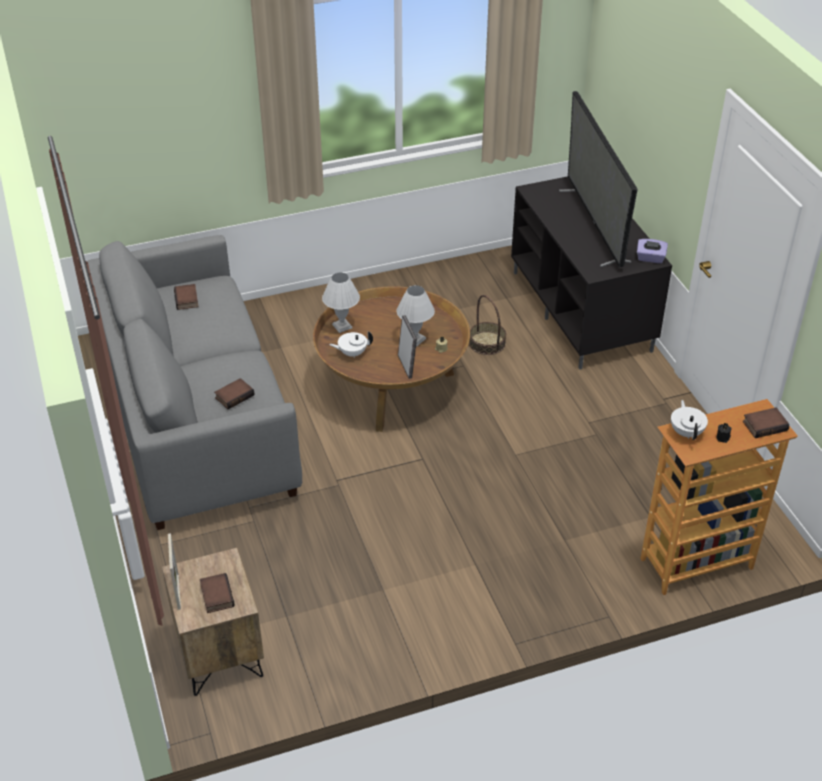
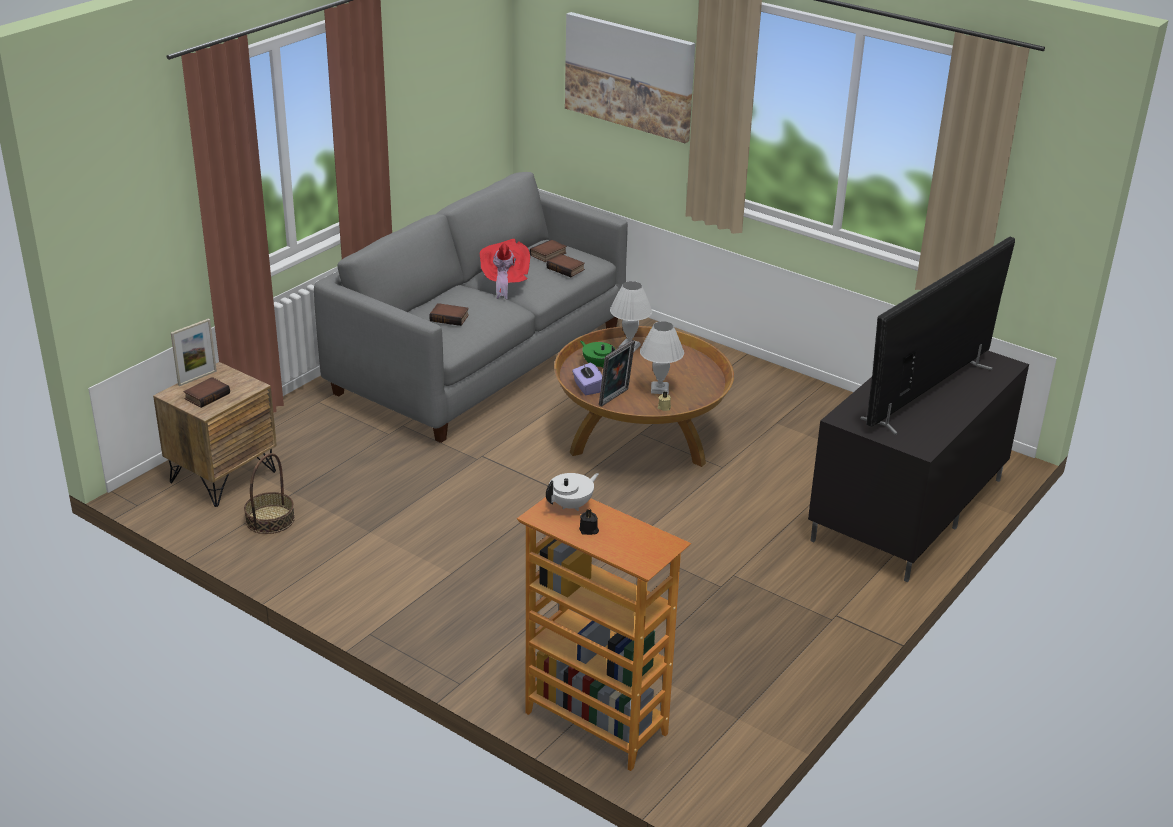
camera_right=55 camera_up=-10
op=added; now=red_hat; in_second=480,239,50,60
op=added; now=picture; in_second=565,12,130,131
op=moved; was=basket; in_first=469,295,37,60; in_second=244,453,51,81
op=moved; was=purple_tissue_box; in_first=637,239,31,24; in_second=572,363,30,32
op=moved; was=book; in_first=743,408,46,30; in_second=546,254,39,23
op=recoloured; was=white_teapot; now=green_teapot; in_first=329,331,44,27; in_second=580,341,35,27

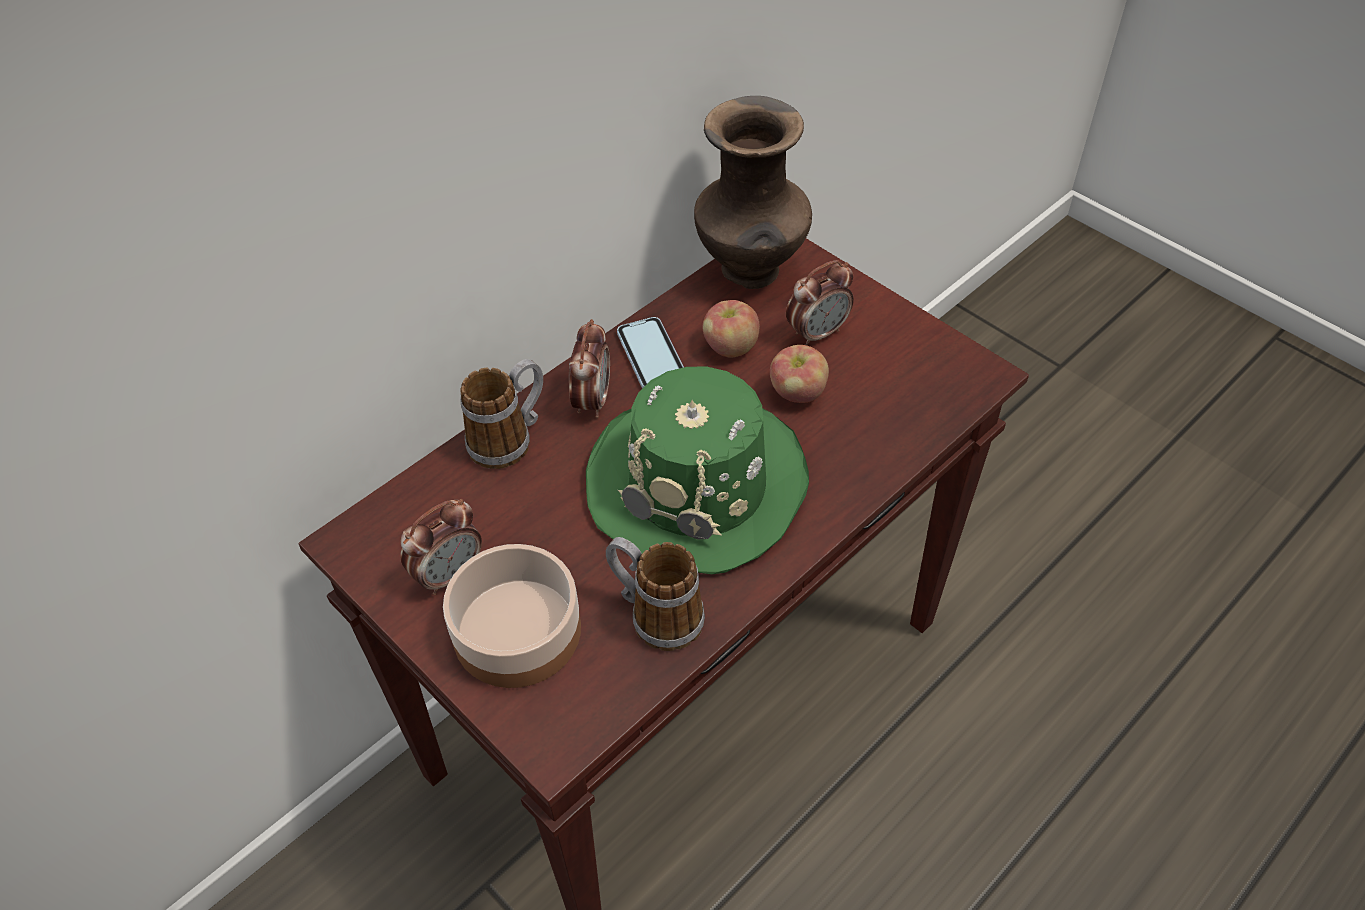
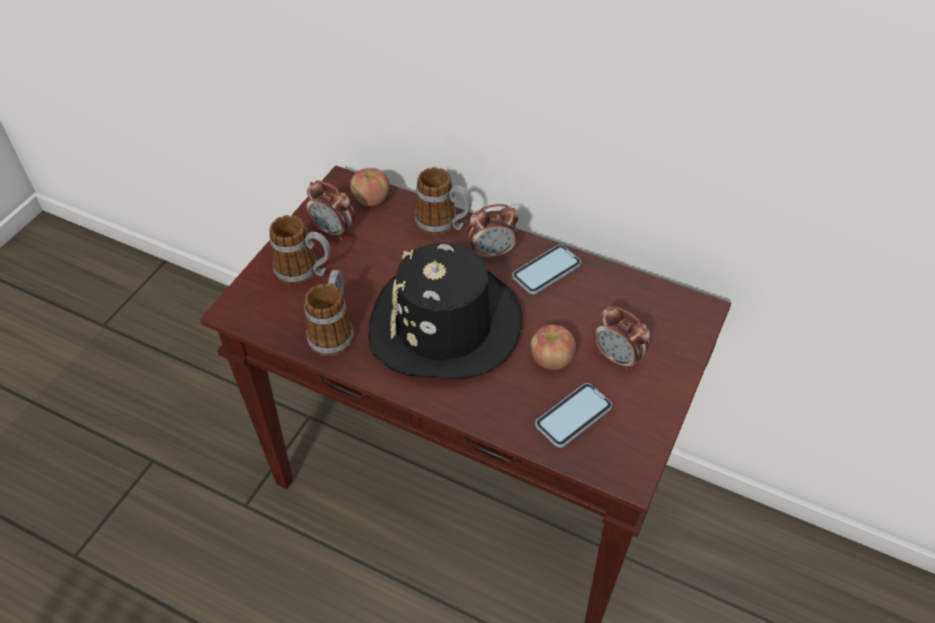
camera_right=70 camera_up=0
op=removed; was=brown_vase; in_first=694,96,118,193
op=added; now=phone; in_second=535,383,77,65
op=moved; was=apple; in_first=703,300,57,57; in_second=350,168,40,38
op=replaced; was=bowl; now=mug; in_first=443,544,138,144; in_second=269,215,61,70
op=recoloured; was=green_hat; now=black_hat; in_first=586,367,223,207; in_second=368,243,155,136

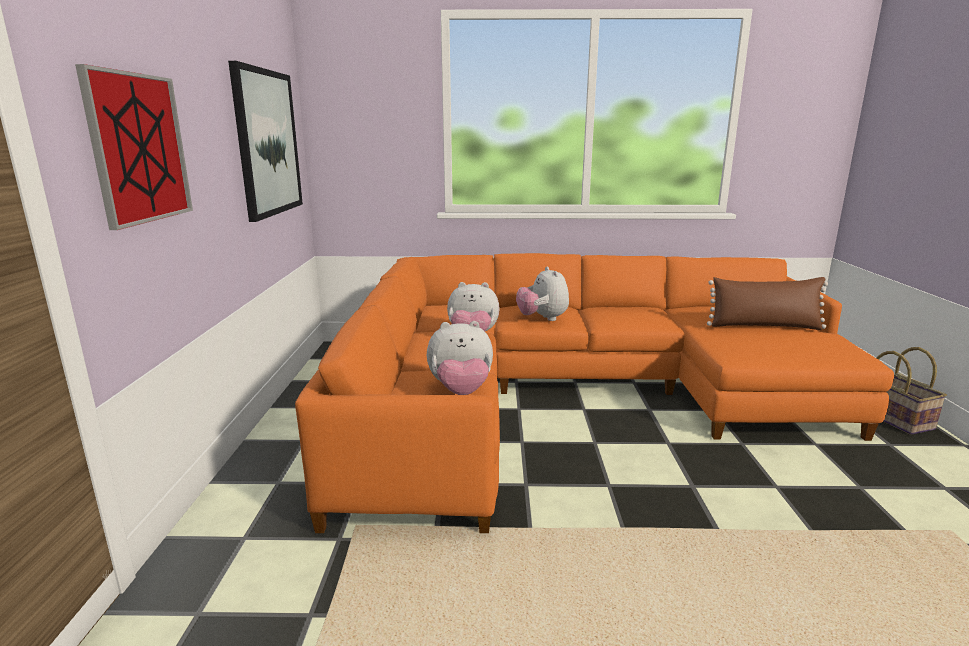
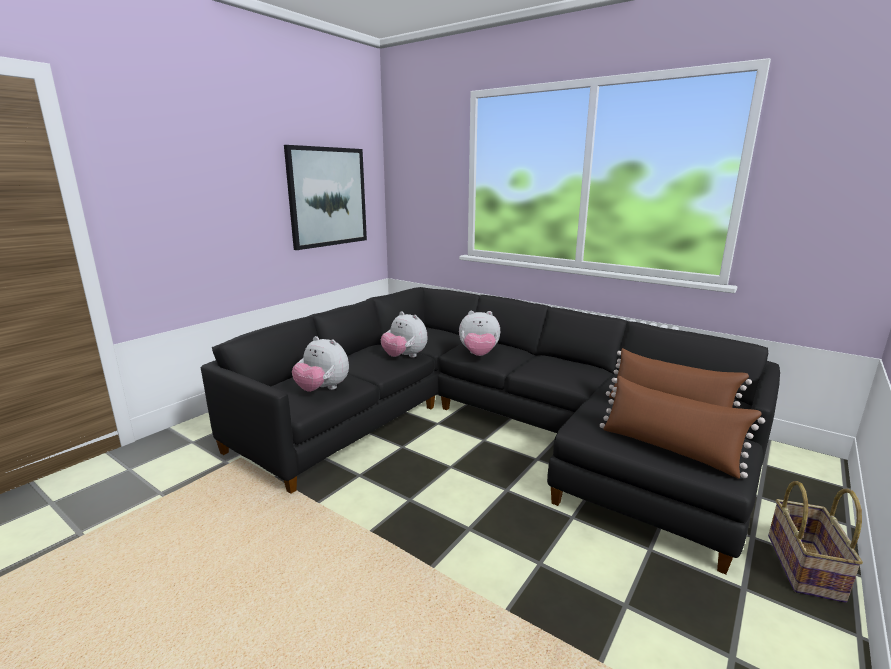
camera_right=35 camera_up=0
op=removed; was=picture; in_first=75,64,118,166
op=added; now=brown_pillow; in_second=600,376,165,103
op=recoloured; was=orange_sofa; now=black_sofa; in_first=295,253,599,280; in_second=201,287,579,287
op=turned; was=plush_toy; in_first=516,266,53,55; in_second=459,311,41,45; clockwise=-105

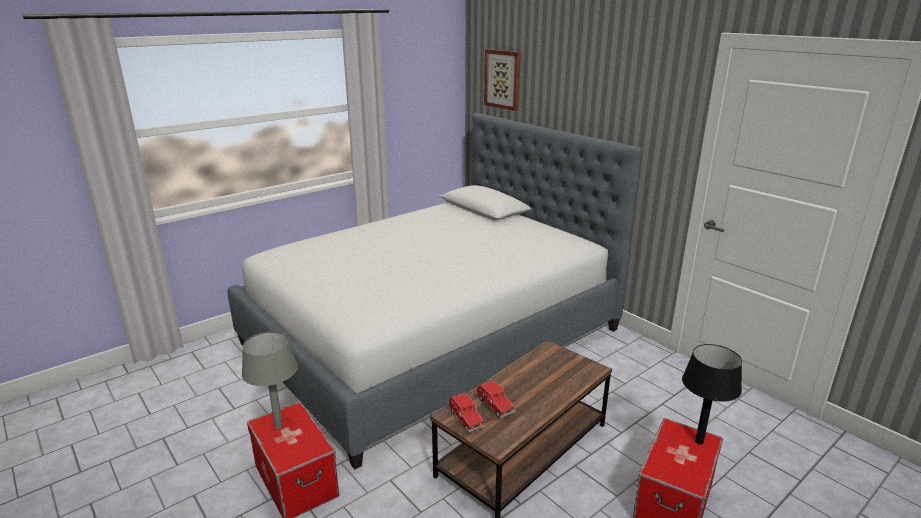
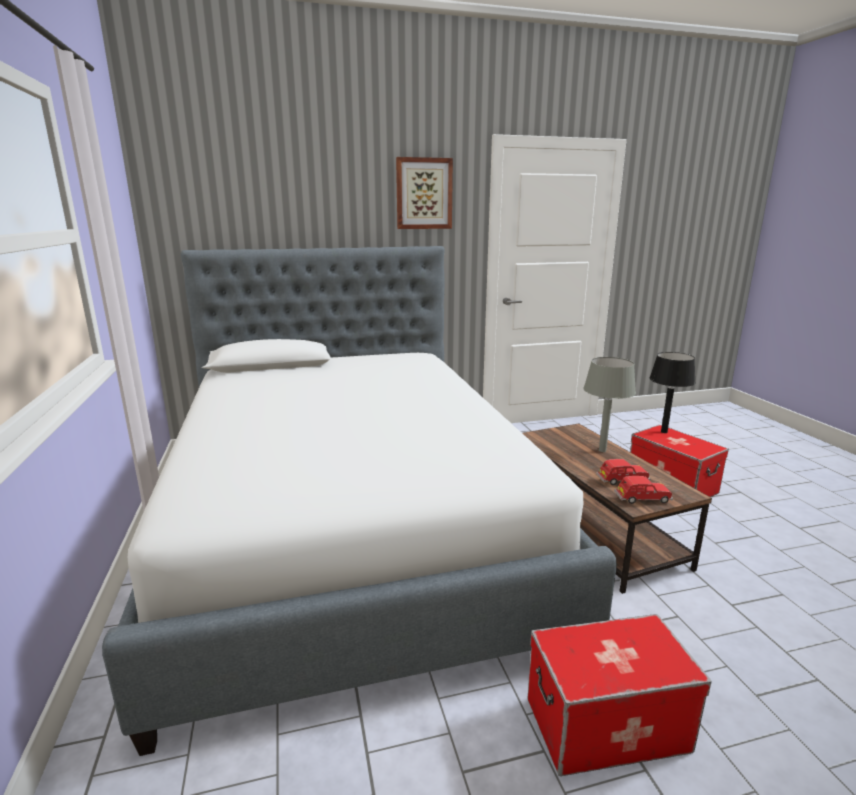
camera_right=-65 camera_up=-5
op=moved; was=grey_table_lamp; in_first=242,332,56,97; in_second=584,357,52,95
op=moved; was=picture; in_first=484,49,37,62; in_second=396,157,57,72

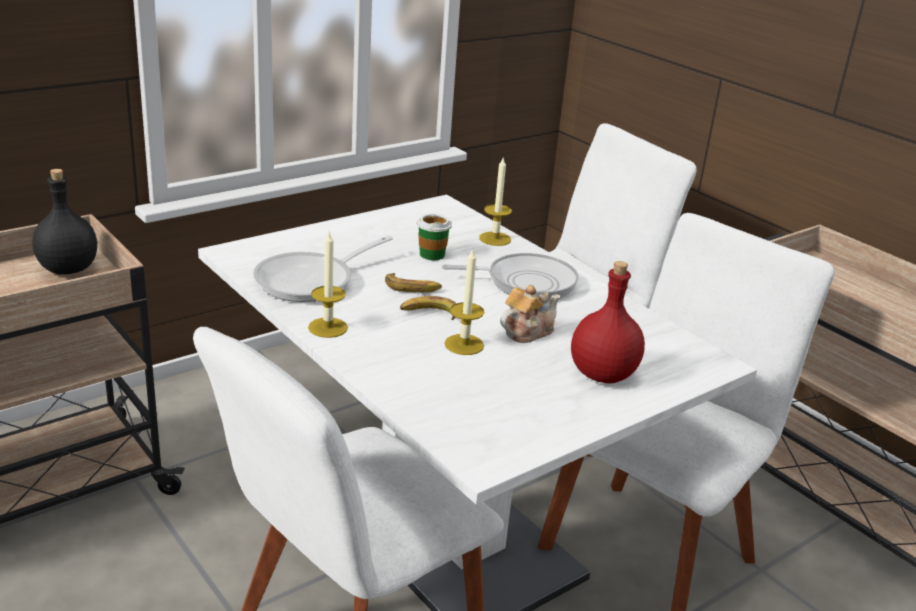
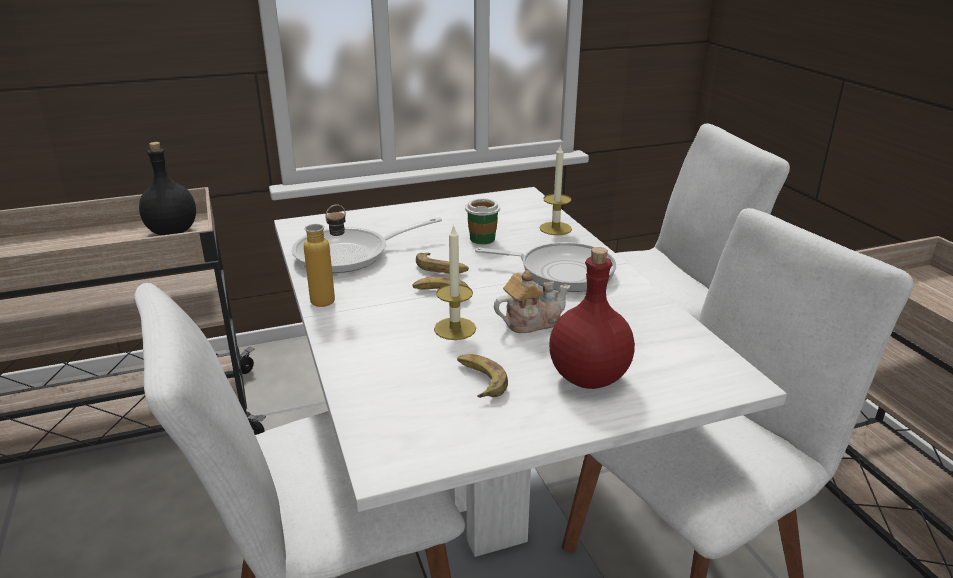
camera_right=20 camera_up=0
op=added; now=banana; in_second=457,354,51,44
op=replaced; was=candle; now=bottle; in_first=308,232,40,106; in_second=304,204,42,103

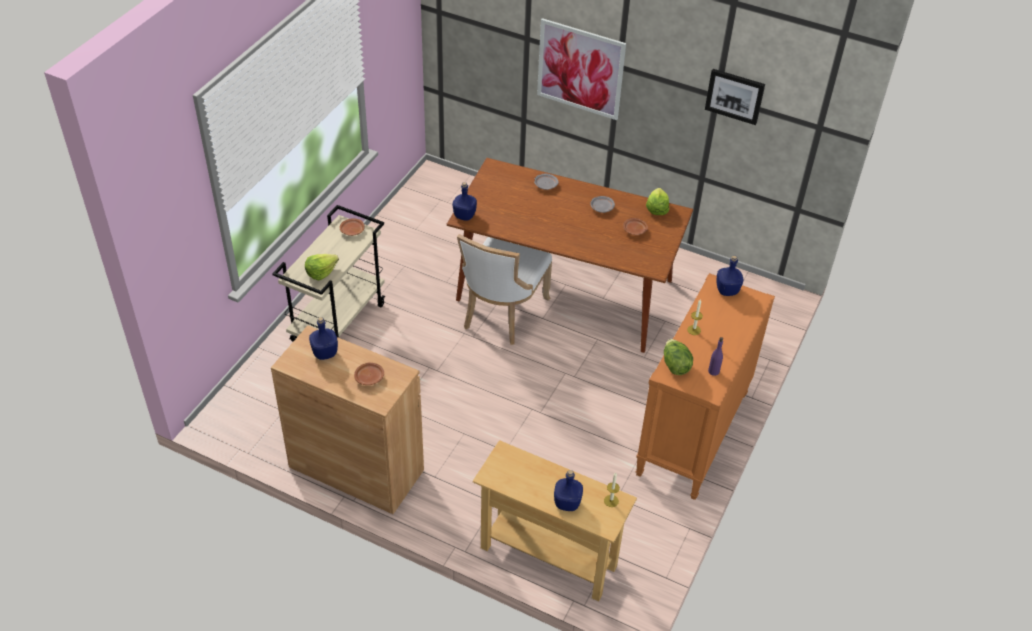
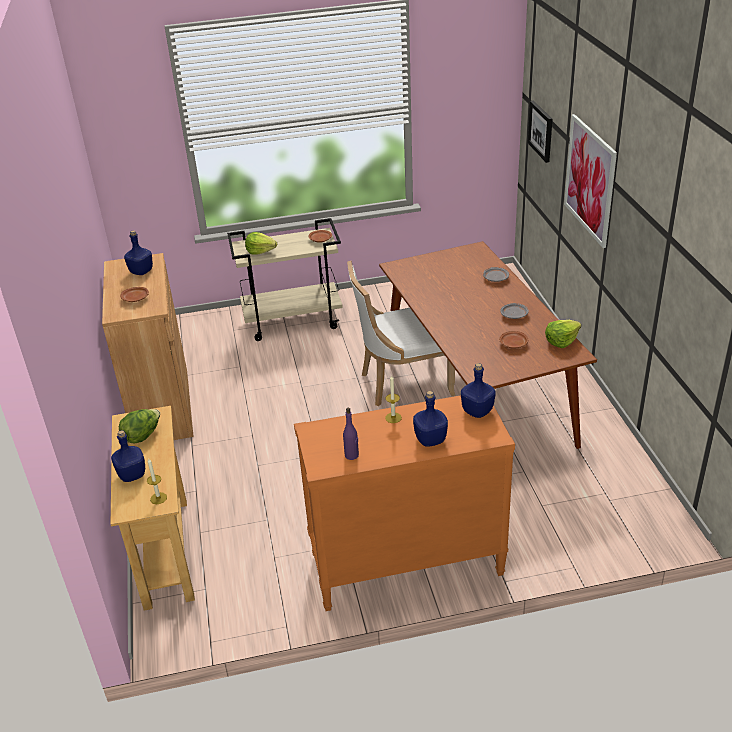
camera_right=55 camera_up=-10
op=moved; was=blue_bottle; in_first=453,182,24,39; in_second=413,391,35,56
op=moved; was=lettuce; in_first=664,339,29,36; in_second=119,409,41,35
op=moved; was=picture; in_first=705,69,60,56; in_second=528,101,24,62

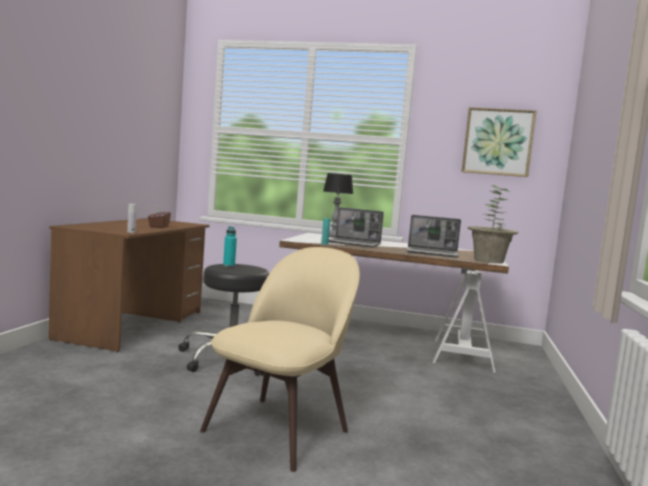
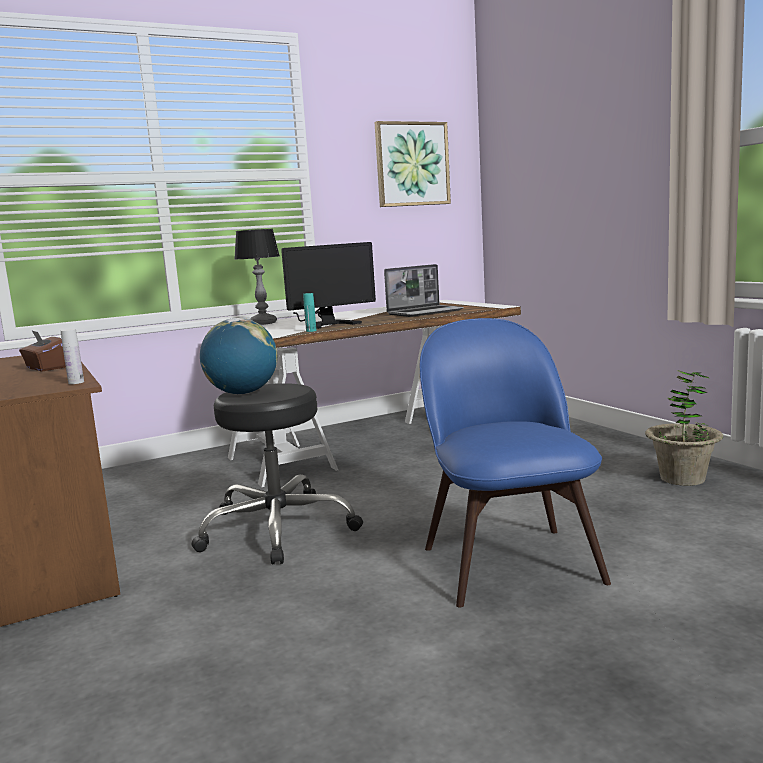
camera_right=-40 camera_up=5
op=moved; was=potted_plant; in_first=468,185,50,79; in_second=645,370,78,116
op=replaced; was=turquoise_bottle; now=globe; in_first=223,226,14,41; in_second=200,318,77,76
op=replaced; was=laptop; now=monitor; in_first=329,207,55,41; in_second=281,242,95,87
op=recoloured; was=beige_chair; now=blue_chair; in_first=200,247,160,225; in_second=420,318,191,289

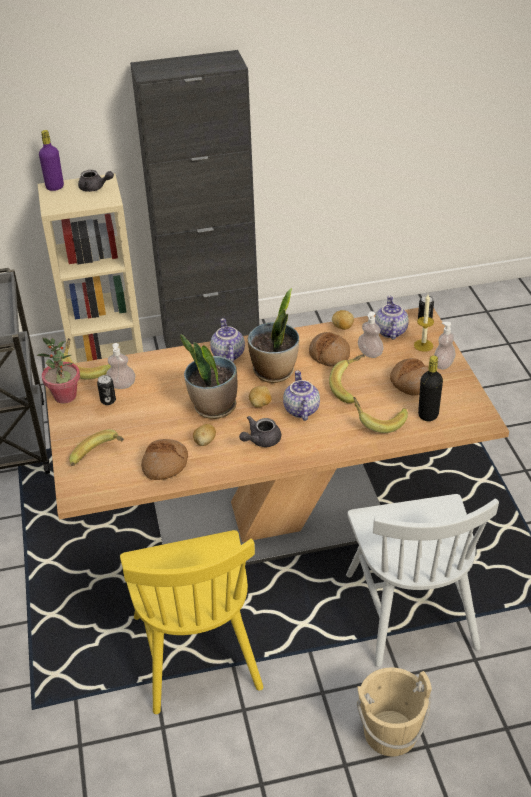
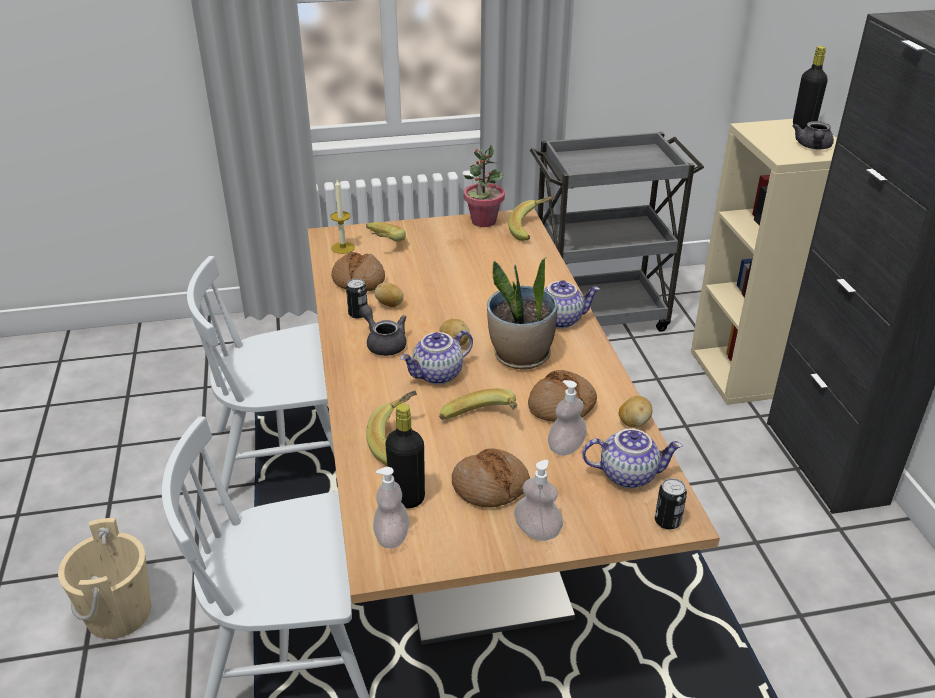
camera_right=90 camera_up=-5
op=removed; was=potted_plant; in_first=180,334,57,85
op=moved; was=can; in_first=97,375,19,30; in_second=346,279,22,39
op=moved; was=soap_dispenser; in_first=106,343,29,46; in_second=373,467,36,82
op=moved; was=candle; in_first=414,295,20,57; in_second=330,180,25,74
op=recoloured; was=purple_bottle; now=black_bottle; in_first=39,130,25,61; in_second=793,46,35,83
op=recoloured; was=yellow_chair; now=white_chair; in_first=120,530,143,184; in_second=187,256,147,249
op=turned; was=teapot; in_first=283,370,37,51; in_second=400,330,73,54; clockwise=150

